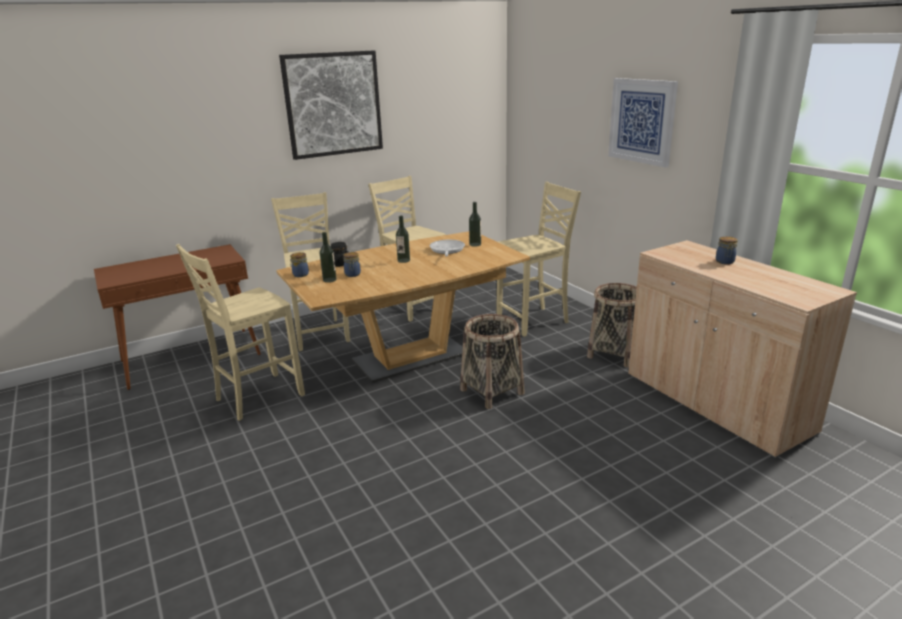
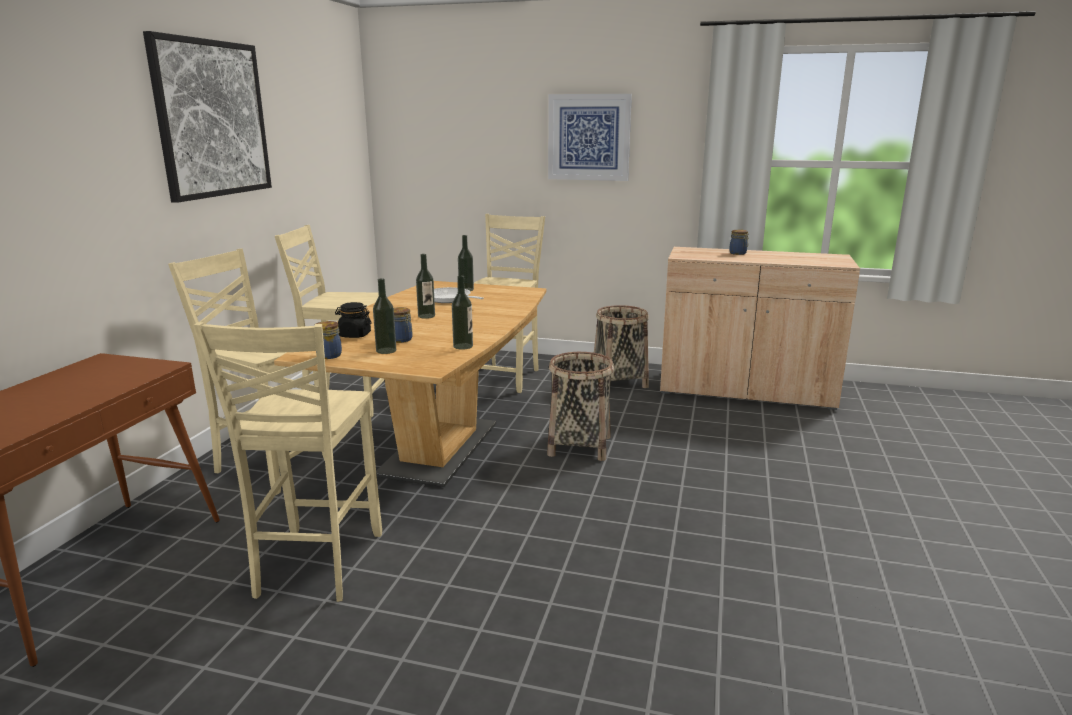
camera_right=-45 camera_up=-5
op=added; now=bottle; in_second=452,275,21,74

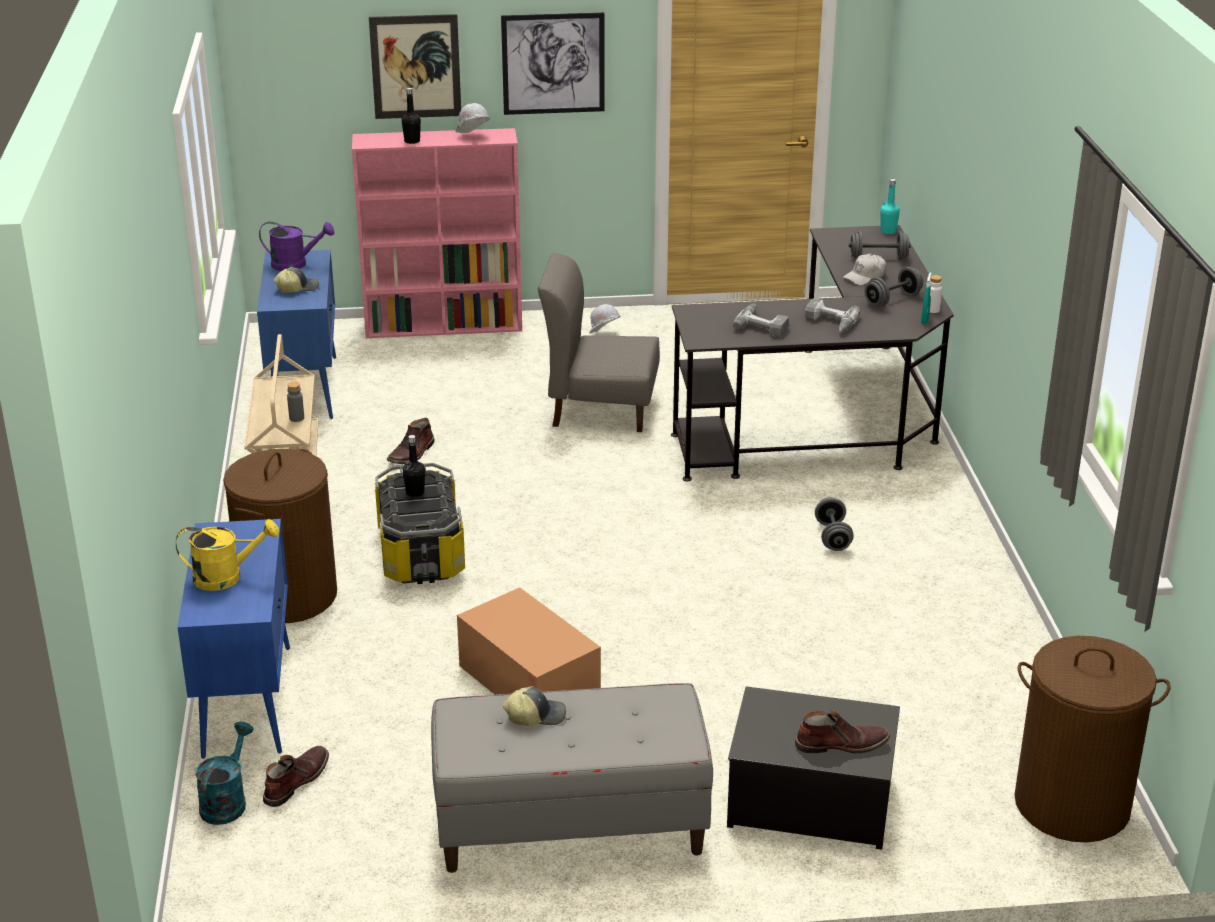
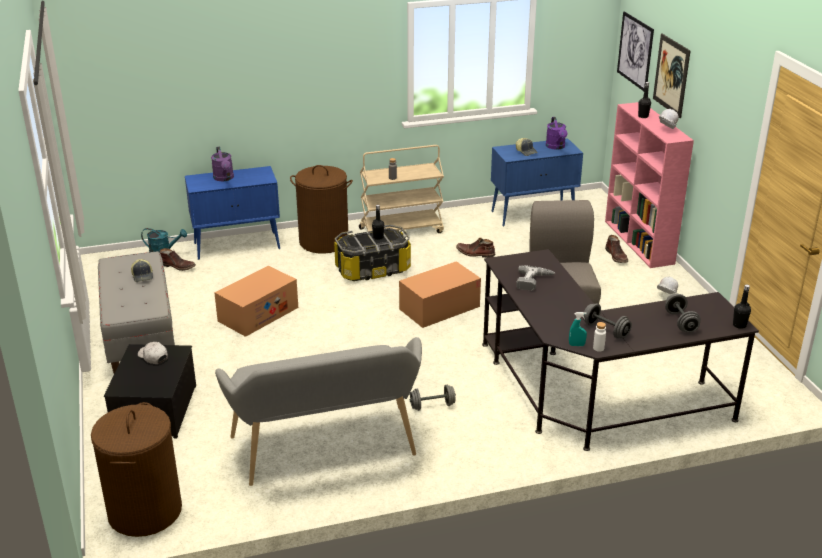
camera_right=80 camera_up=0
op=removed; was=power_drill; in_first=805,298,55,34
op=added; now=grey_bench; in_second=215,337,207,149
op=added; now=cardboard_box; in_second=399,261,82,67
op=moved; was=picture; in_first=501,12,104,103; in_second=617,11,37,80
op=moved; was=brown_boot; in_first=795,710,95,43; in_second=605,235,23,28
op=moved; was=white_cap; in_first=843,254,44,31; in_second=138,342,30,22
op=recoloured; was=yellow_watering_can; now=purple_watering_can; in_first=175,519,105,72; in_second=211,147,23,34
op=recoloured; was=turquoise_bottle; now=black_bottle; in_first=880,179,20,55; in_second=733,284,18,45

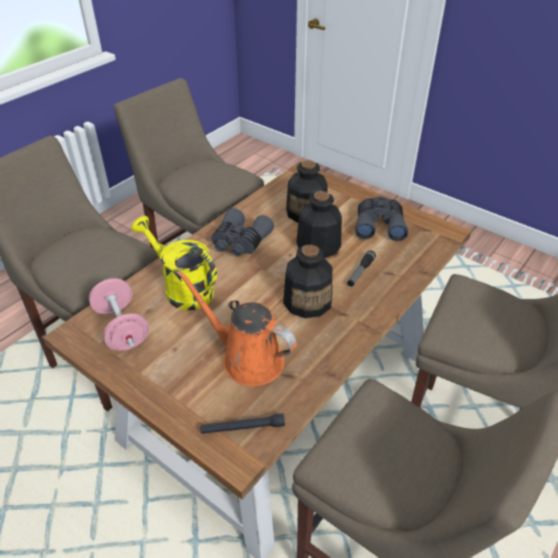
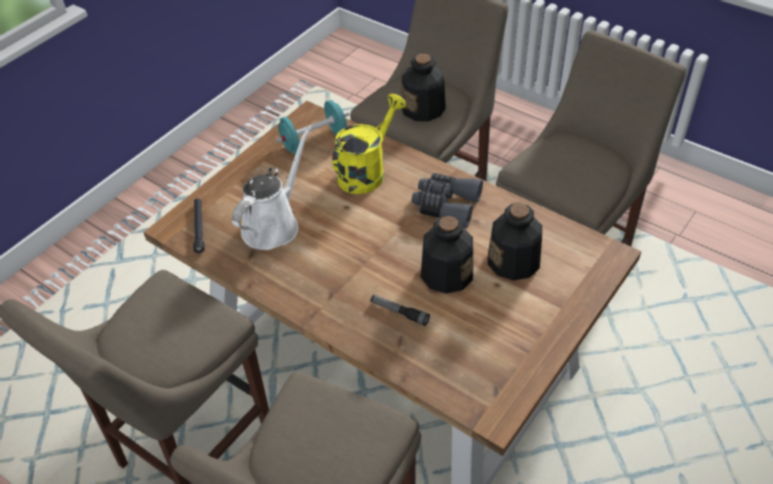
camera_right=90 camera_up=5
op=removed; was=grey_binoculars; in_first=355,196,54,45
op=moved; was=bottle; in_first=283,245,50,73; in_second=401,54,45,68
op=recoloured; was=pink_dumbbell; now=turquoise_dumbbell; in_first=89,278,60,73; in_second=275,100,74,55
op=recoloured; was=orange_watering_can; now=white_watering_can; in_first=177,270,120,116; in_second=232,127,79,123

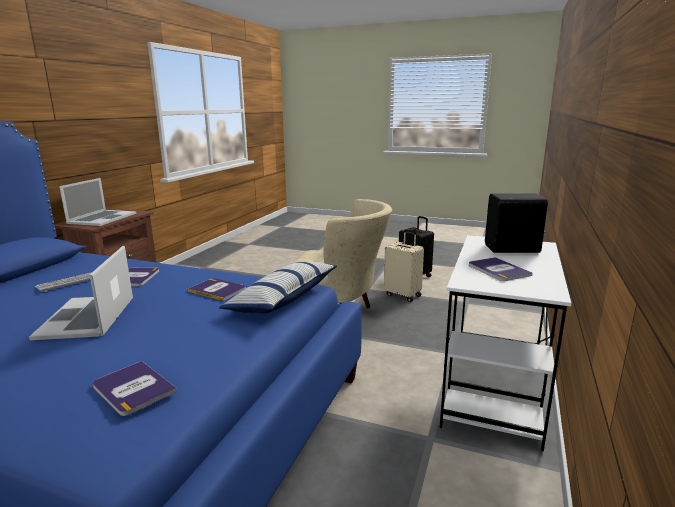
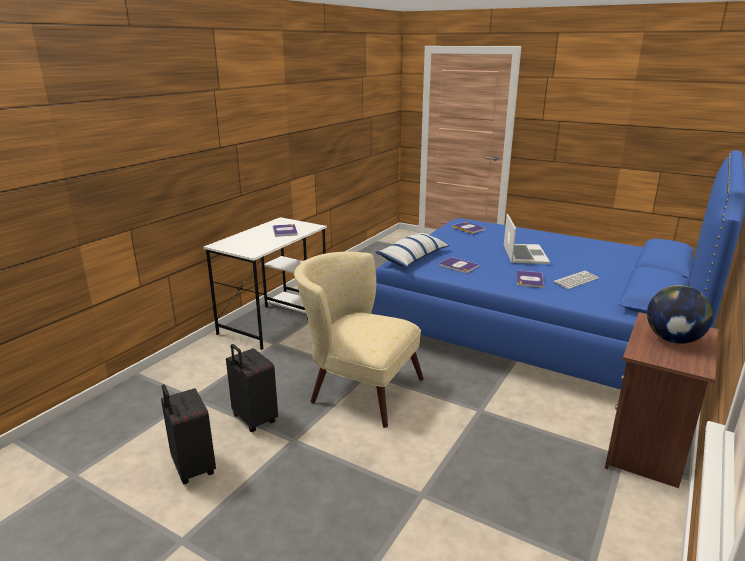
camera_right=-170 camera_up=5
op=removed; was=black_speaker; in_first=485,193,63,60
op=replaced; was=laptop; now=globe; in_first=59,178,77,48; in_second=647,285,66,59
op=recoloured; was=beige_suitcase; now=black_suitcase; in_first=384,229,40,73; in_second=226,344,52,88

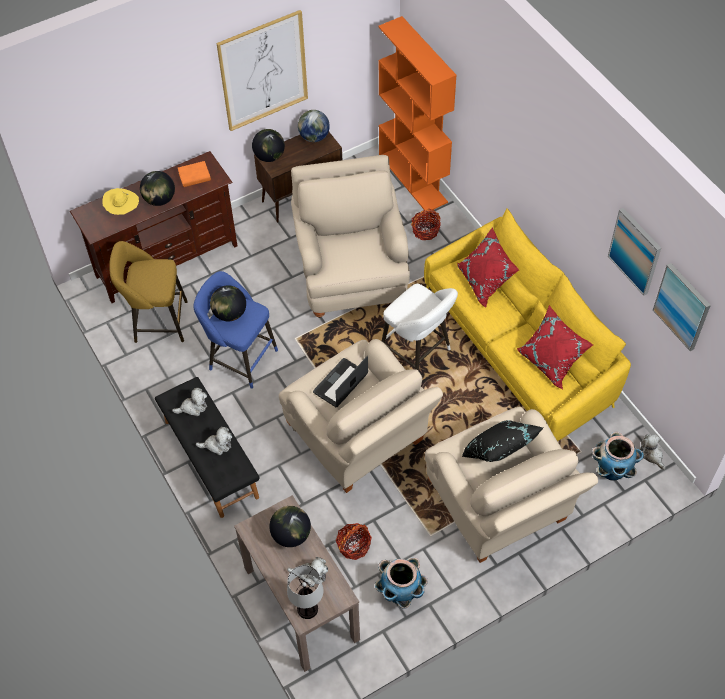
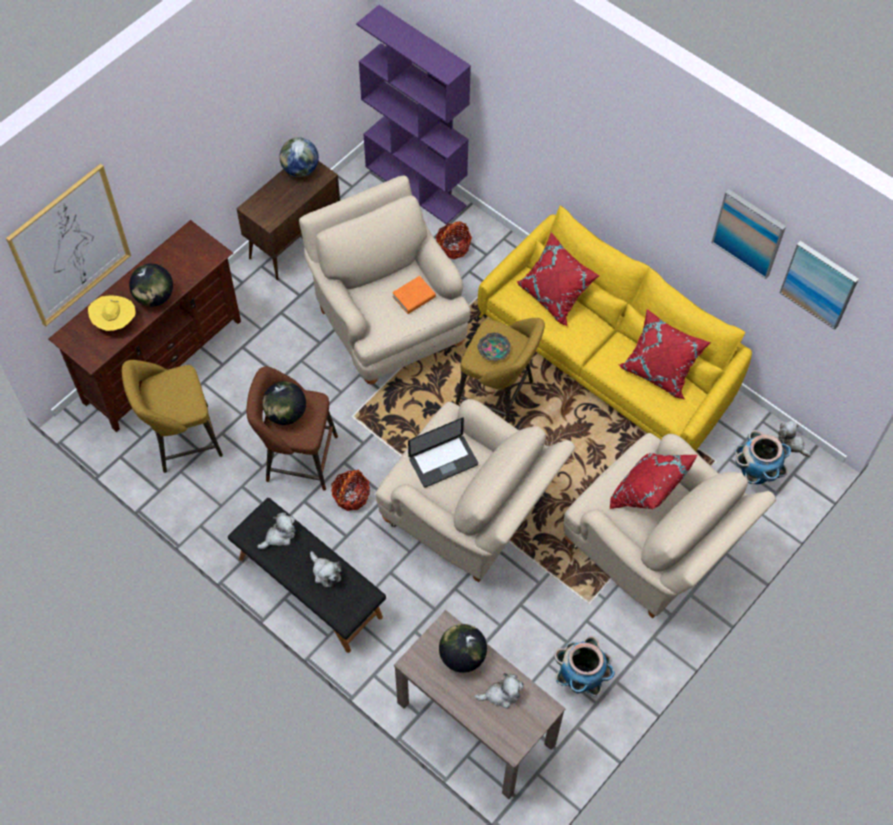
camera_right=-20 camera_up=5
op=removed; was=globe; in_first=252,129,33,33
op=removed; was=table_lamp; in_first=287,565,37,54
op=added; now=bowl; in_second=477,333,34,29
op=moved; was=orange_book; in_first=178,161,33,26; in_second=392,276,44,38
op=moved; was=picture; in_first=216,10,92,121; in_second=6,164,125,163
op=moved; was=basket; in_first=336,523,36,37; in_second=331,470,39,41
op=recoloured; was=blue_stool; now=brown_stool; in_first=193,271,85,118; in_second=246,367,92,124
op=recoloured; was=orange_bookcase; now=purple_bookcase; in_first=378,16,79,195; in_second=356,5,115,220
op=recoloured; was=white_stool; now=yellow_stool; in_first=382,284,76,87; in_second=455,318,90,106
op=recoloured; was=black_pillow; now=red_pillow; in_first=462,420,81,42; in_second=610,453,87,56
op=turned; was=plush_toy; in_first=196,427,36,28; in_second=310,551,31,37; clockwise=75
op=turned; was=laptop; in_first=313,356,55,51; in_second=408,418,70,69; clockwise=-135

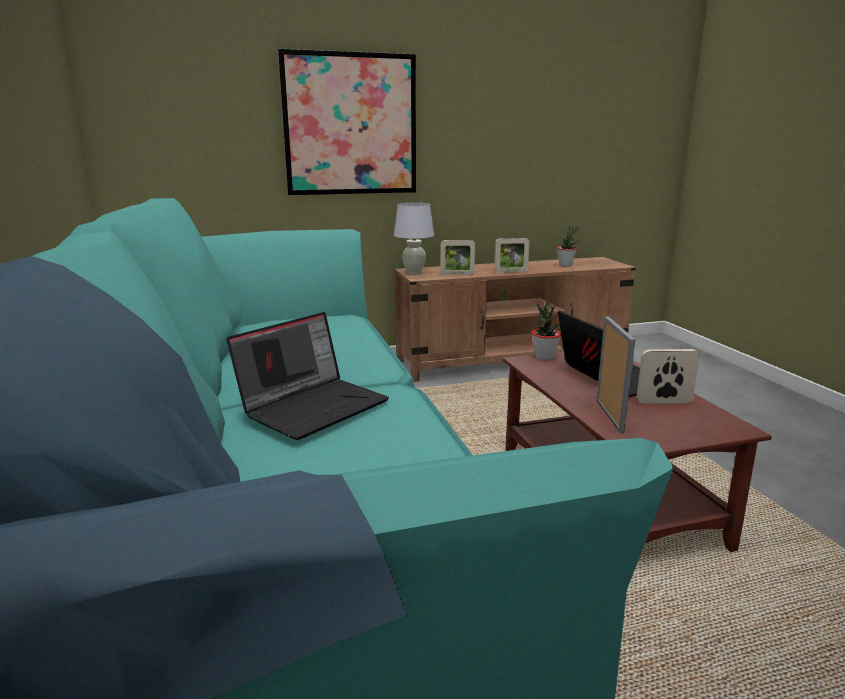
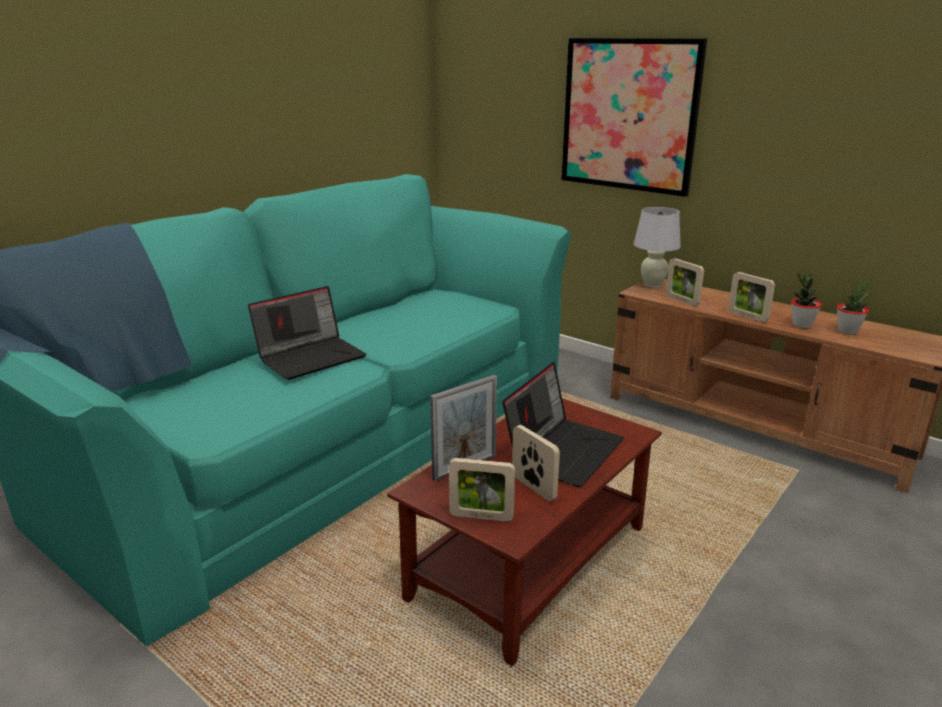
camera_right=55 camera_up=5
op=added; now=picture_frame; in_second=449,458,66,63
op=moved; was=potted_plant; in_first=532,302,29,58; in_second=791,272,31,56
op=turned; was=laptop; in_first=226,312,163,128; in_second=248,286,119,94; clockwise=-45

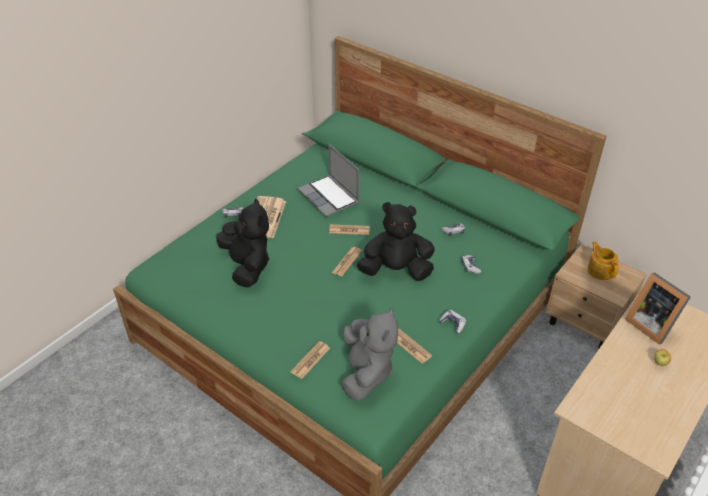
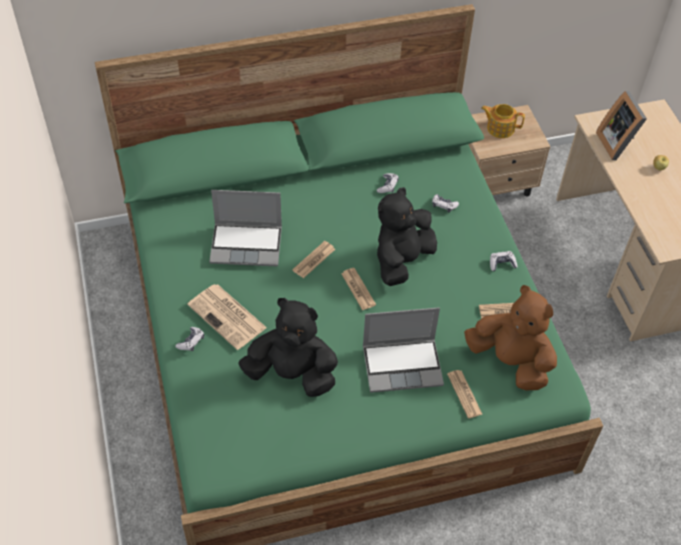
camera_right=-55 camera_up=10
op=added; now=laptop; in_second=363,307,81,86
op=recoloured; was=grey_plush_toy; now=brown_plush_toy; in_first=341,307,57,94; in_second=464,285,93,105
op=turned; was=picture_frame; in_first=625,272,66,73; in_second=596,91,51,69; clockwise=75

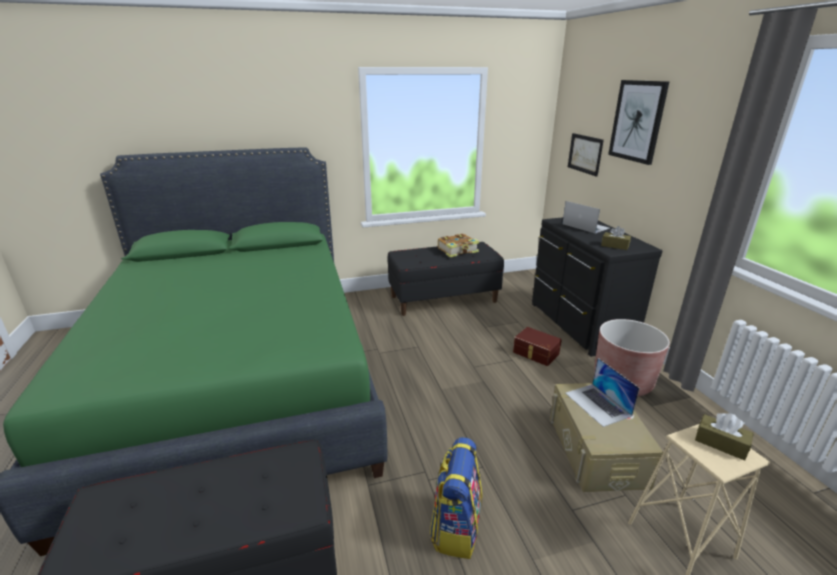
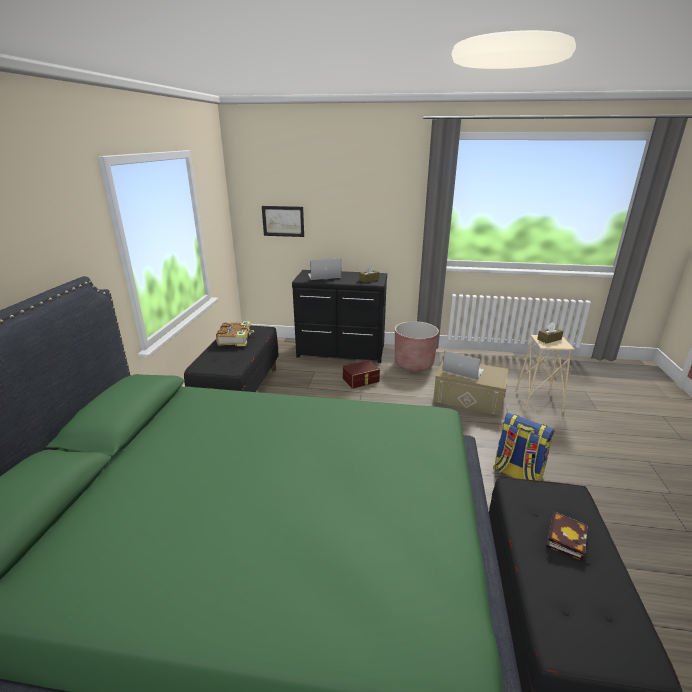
camera_right=-65 camera_up=0
op=removed; was=picture; in_first=608,80,61,85
op=added; now=book; in_second=546,511,42,50
op=turned; was=laptop; in_first=565,358,75,69; in_second=442,351,42,29; clockwise=-150

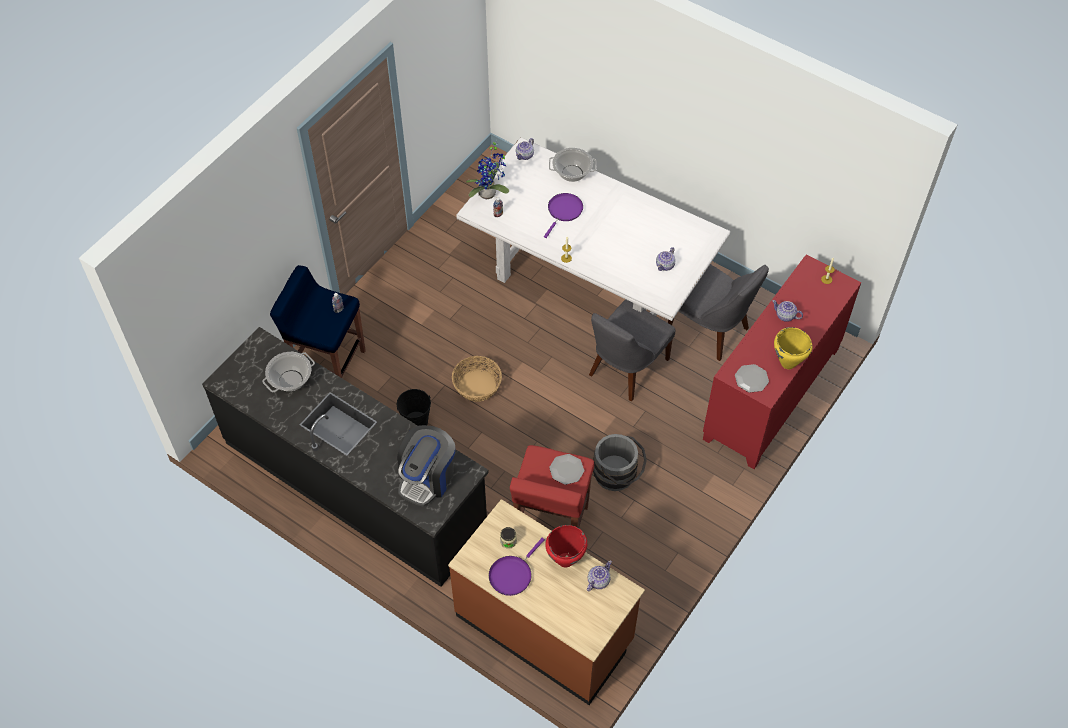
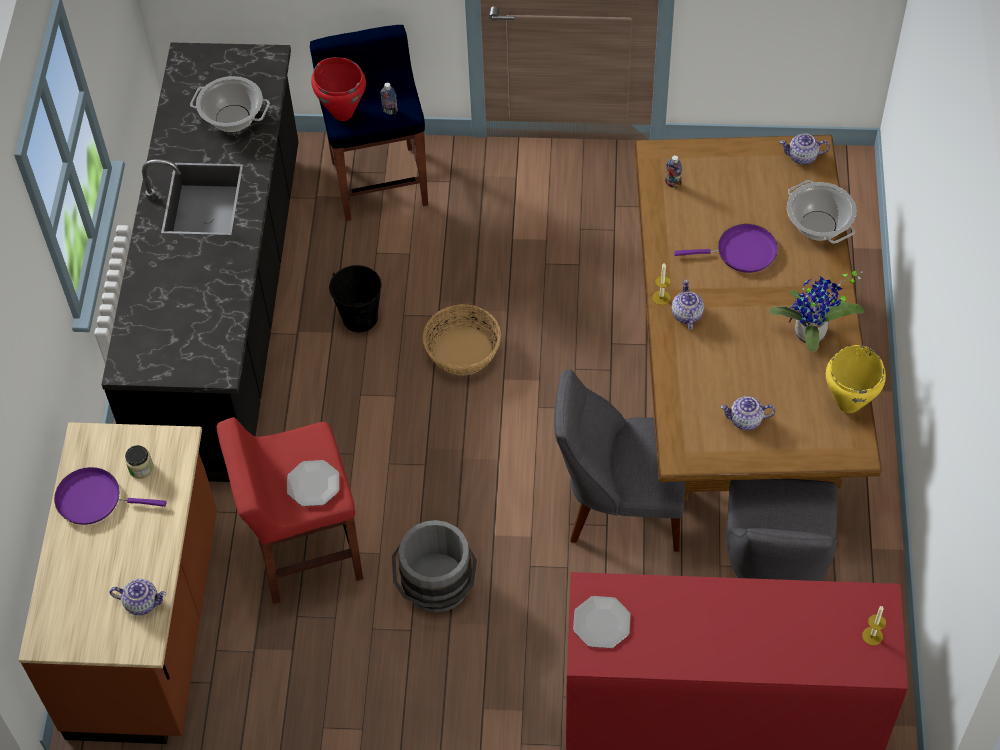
camera_right=60 camera_up=0
op=removed; was=coffee_machine; in_first=397,425,58,82
op=moved; was=potted_plant; in_first=466,140,43,59; in_second=769,271,95,81
op=moved; was=red_cooking_pot; in_first=546,525,41,43; in_second=311,57,55,64
op=moved; was=teapot; in_first=772,300,31,22; in_second=671,279,33,51
op=moved; was=yellow_cooking_pot; in_first=774,327,38,42; in_second=826,345,60,68
op=recoloured; was=white_dining_table; now=brown_dining_table; in_first=456,137,274,184; in_second=634,135,248,366

